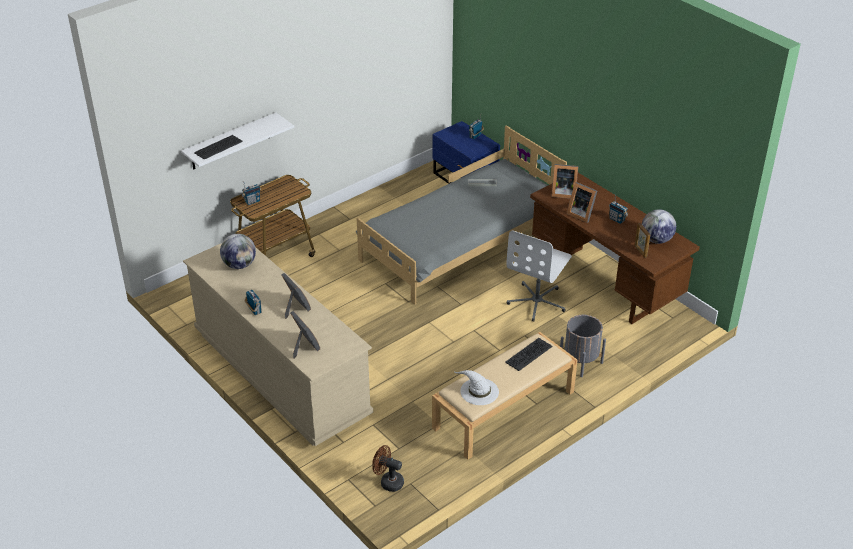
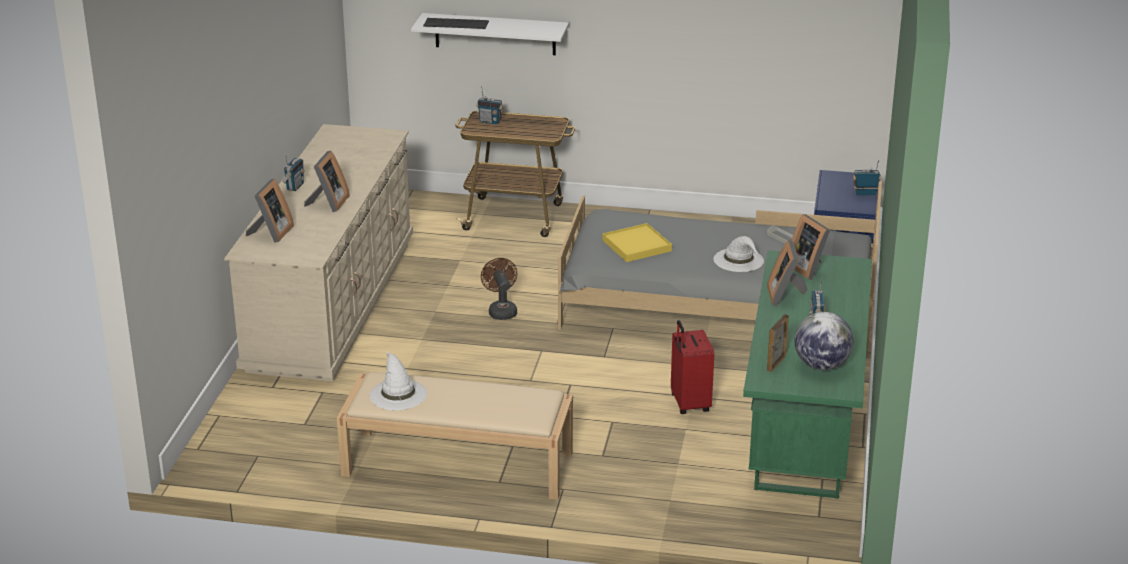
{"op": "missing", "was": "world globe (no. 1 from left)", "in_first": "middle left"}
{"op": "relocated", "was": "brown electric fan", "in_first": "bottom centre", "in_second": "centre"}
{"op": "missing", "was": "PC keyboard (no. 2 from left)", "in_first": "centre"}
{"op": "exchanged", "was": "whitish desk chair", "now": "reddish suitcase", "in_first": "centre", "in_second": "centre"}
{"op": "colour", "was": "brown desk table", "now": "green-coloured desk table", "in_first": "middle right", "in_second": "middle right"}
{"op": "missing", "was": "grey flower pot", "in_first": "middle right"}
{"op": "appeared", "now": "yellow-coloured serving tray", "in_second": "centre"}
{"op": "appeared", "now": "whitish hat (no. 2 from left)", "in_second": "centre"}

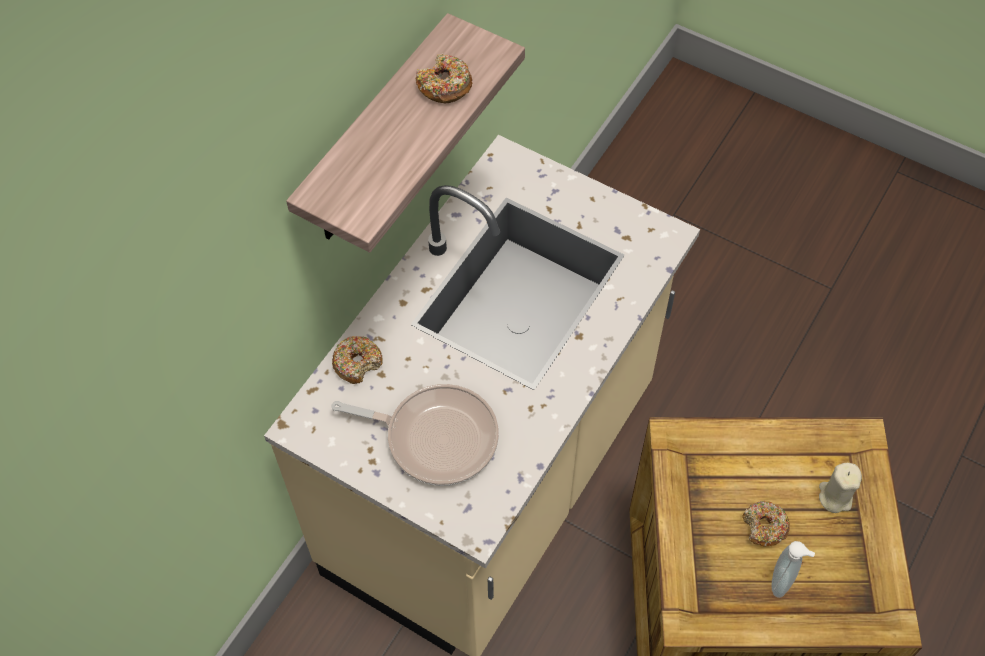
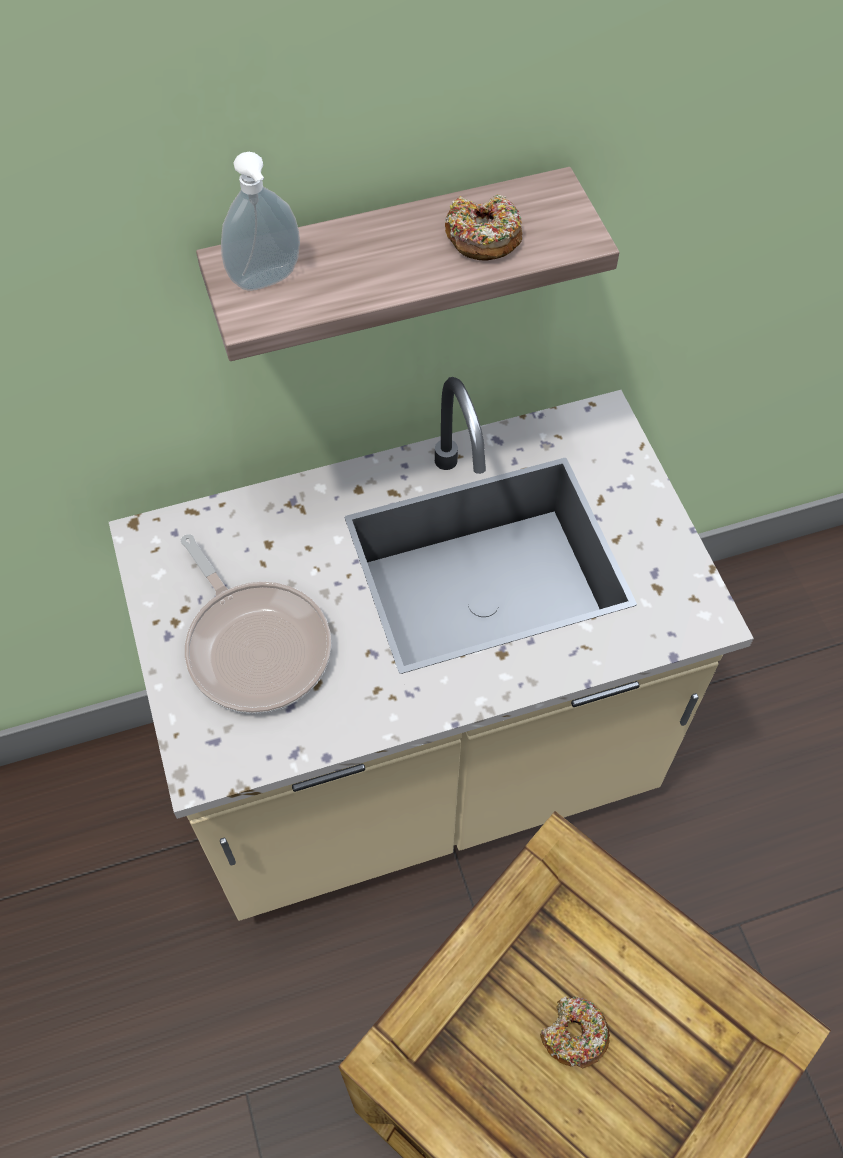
{"op": "missing", "was": "doughnut (no. 1 from left)", "in_first": "centre"}
{"op": "relocated", "was": "liquid soap bottle", "in_first": "bottom right", "in_second": "top left"}
{"op": "missing", "was": "beige candle", "in_first": "bottom right"}

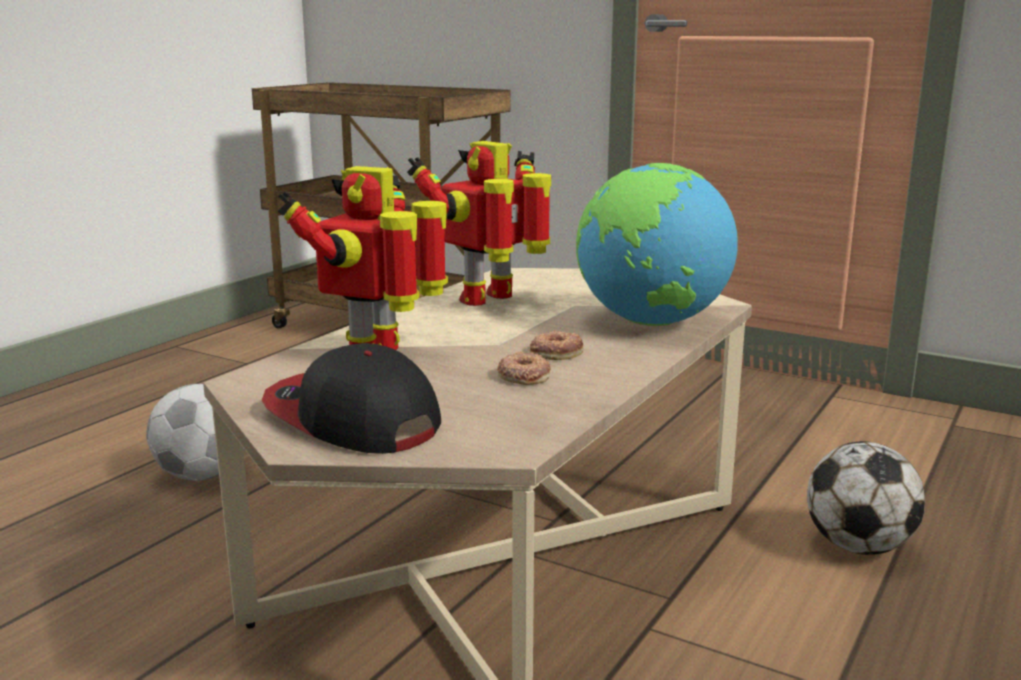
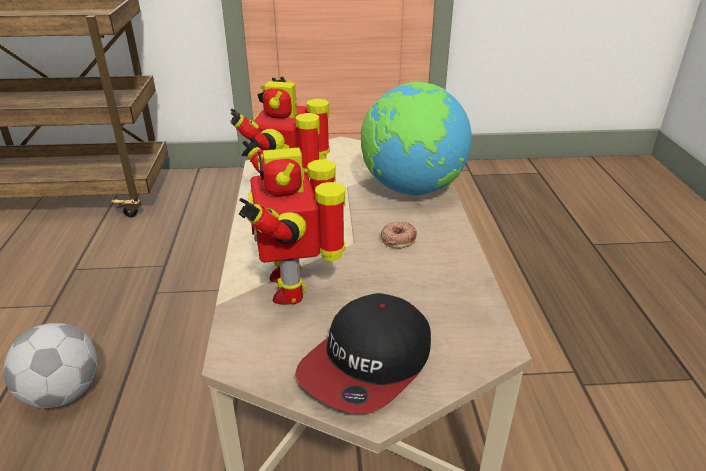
{"op": "spun", "was": "baseball cap", "in_first": "centre", "in_second": "bottom centre", "clockwise": -60}
{"op": "missing", "was": "doughnut (no. 1 from left)", "in_first": "centre"}
{"op": "missing", "was": "football (no. 2 from left)", "in_first": "bottom right"}

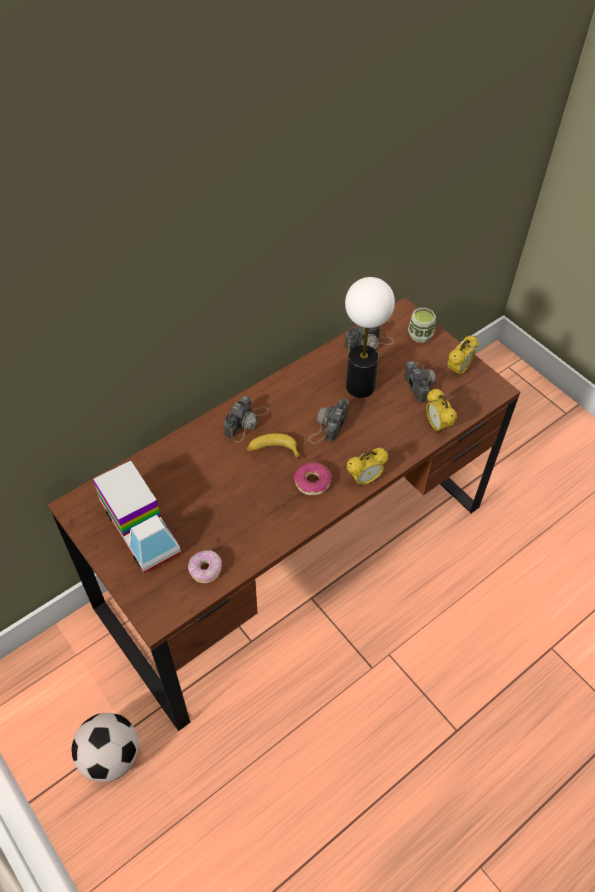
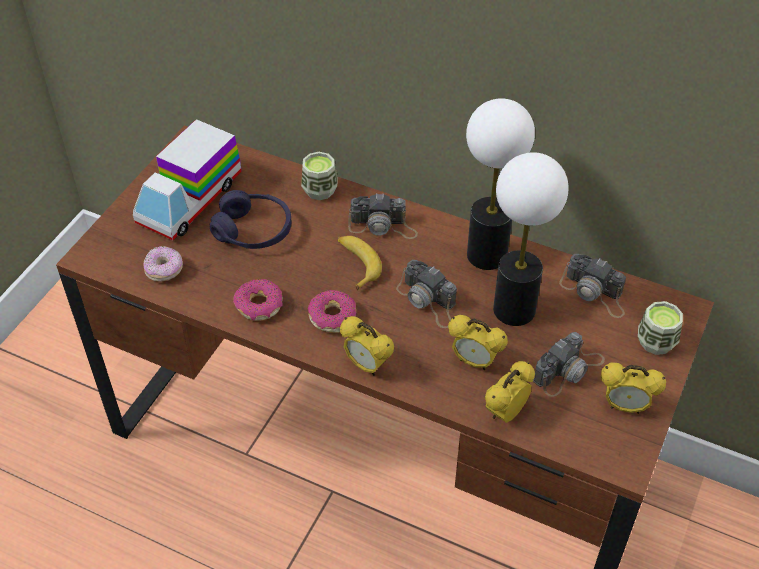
{"op": "missing", "was": "football", "in_first": "bottom left"}
{"op": "spun", "was": "photo camera (no. 2 from left)", "in_first": "centre", "in_second": "centre", "clockwise": -135}
{"op": "appeared", "now": "purple-coloured headphones", "in_second": "middle left"}
{"op": "appeared", "now": "doughnut (no. 2 from left)", "in_second": "centre"}
{"op": "appeared", "now": "cup (no. 1 from left)", "in_second": "top centre"}
{"op": "appeared", "now": "table clock (no. 2 from left)", "in_second": "centre"}
{"op": "appeared", "now": "lamp for a table (no. 1 from left)", "in_second": "top centre"}

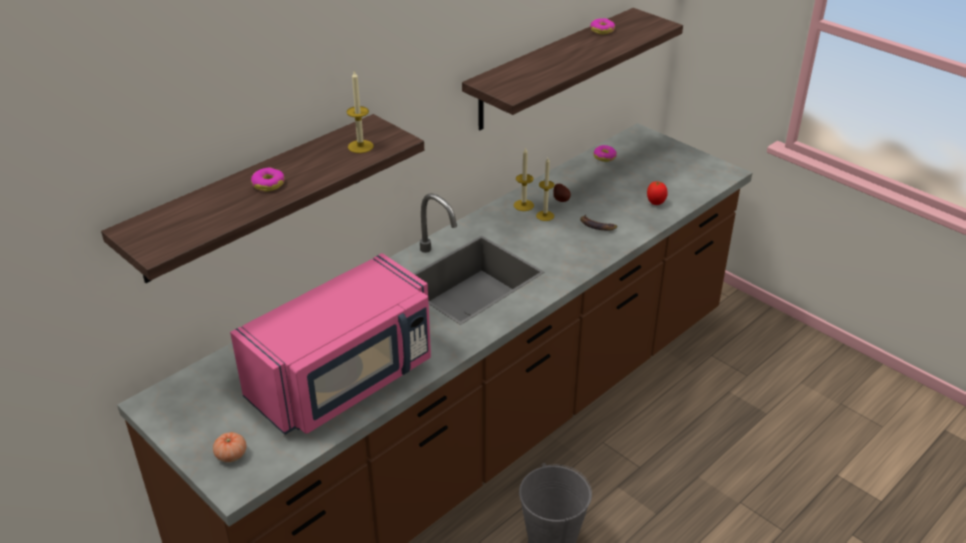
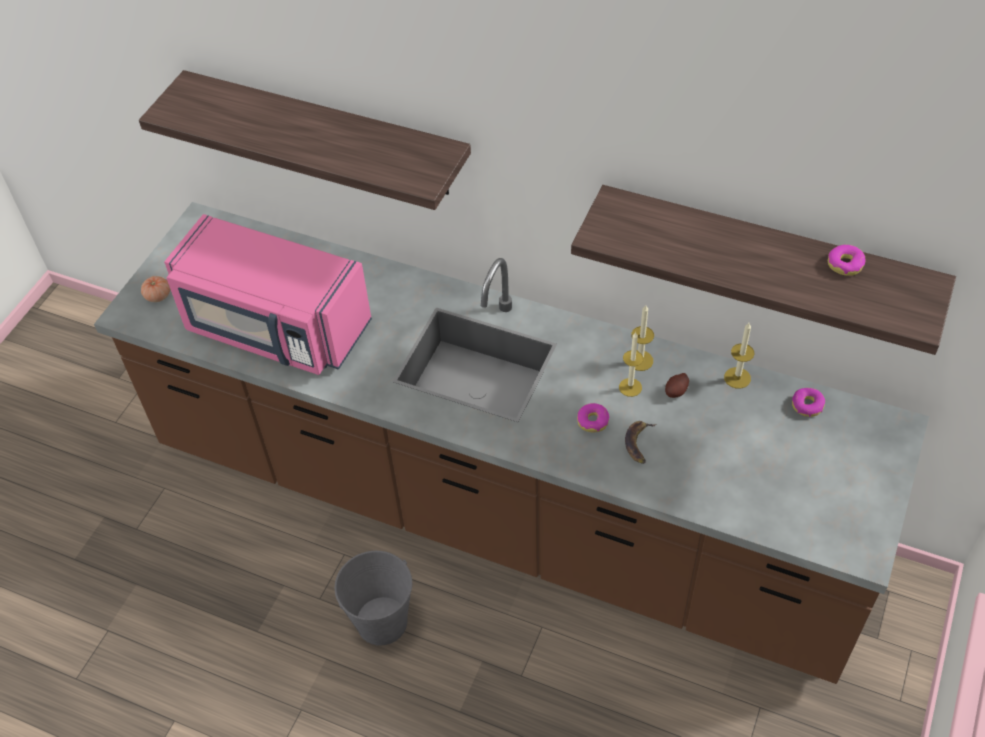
{"op": "relocated", "was": "doughnut (no. 1 from left)", "in_first": "top left", "in_second": "centre"}
{"op": "relocated", "was": "candle (no. 1 from left in the first image)", "now": "candle (no. 3 from left)", "in_first": "top centre", "in_second": "middle right"}
{"op": "missing", "was": "fresh tomato (no. 2 from left)", "in_first": "middle right"}

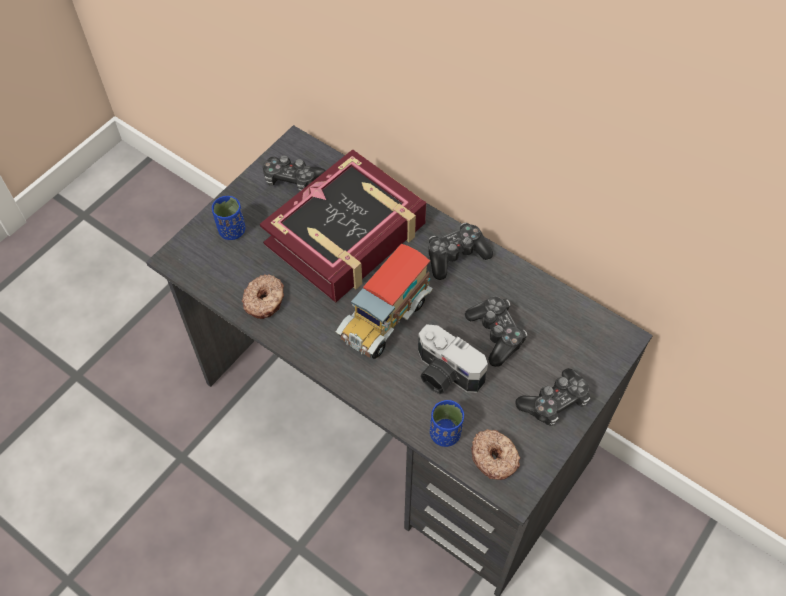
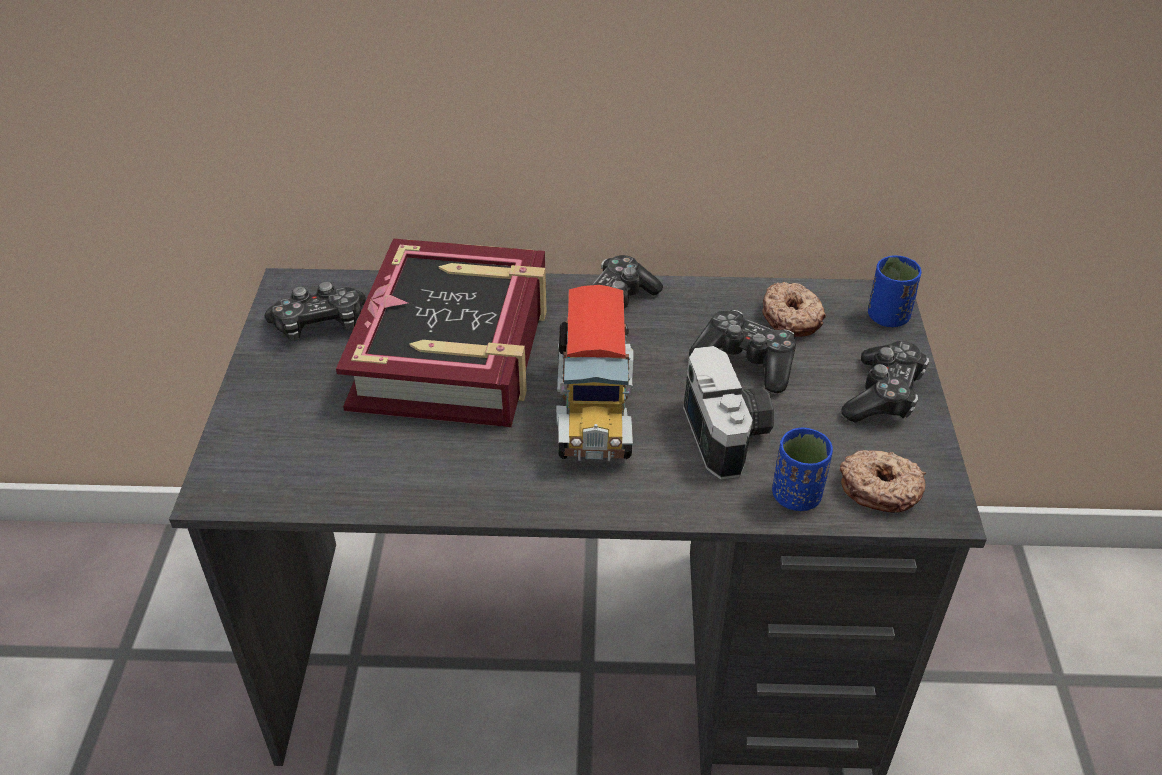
{"op": "relocated", "was": "blue-coloured cup (no. 1 from left in the first image)", "now": "blue-coloured cup (no. 2 from left)", "in_first": "middle left", "in_second": "middle right"}
{"op": "relocated", "was": "doughnut (no. 1 from left)", "in_first": "centre", "in_second": "middle right"}
{"op": "spun", "was": "photo camera", "in_first": "centre", "in_second": "centre", "clockwise": -105}

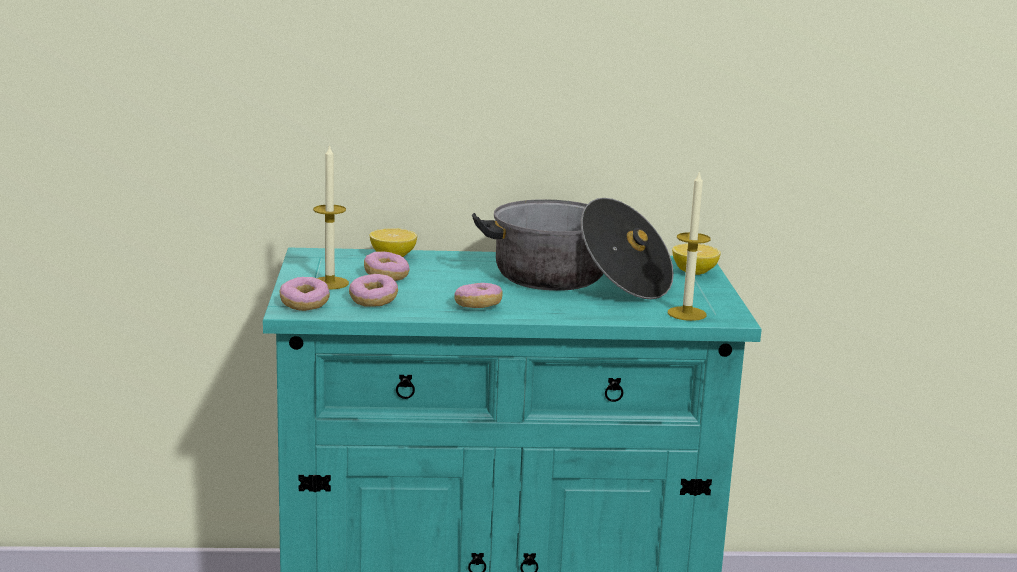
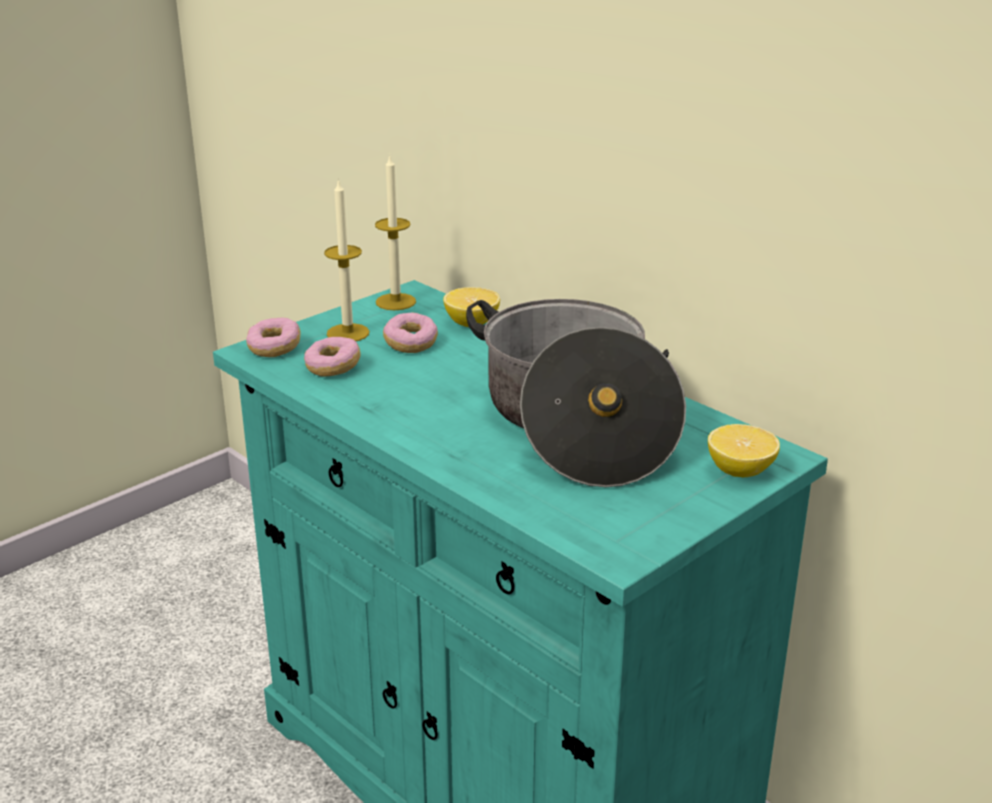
{"op": "missing", "was": "doughnut (no. 4 from left)", "in_first": "centre"}
{"op": "relocated", "was": "candle (no. 2 from left)", "in_first": "middle right", "in_second": "top centre"}

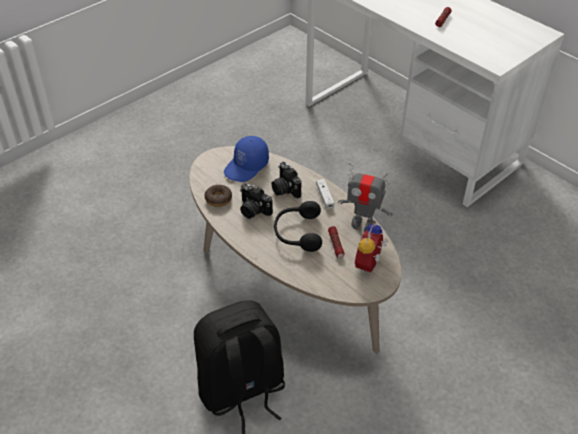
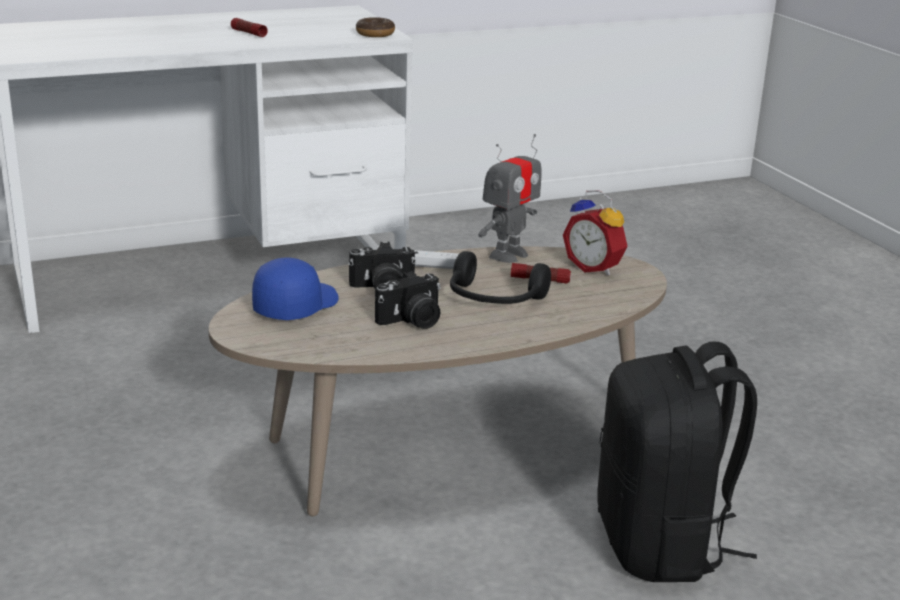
{"op": "relocated", "was": "doughnut", "in_first": "centre", "in_second": "top centre"}
{"op": "spun", "was": "blue-coloured baseball cap", "in_first": "centre", "in_second": "middle left", "clockwise": -120}

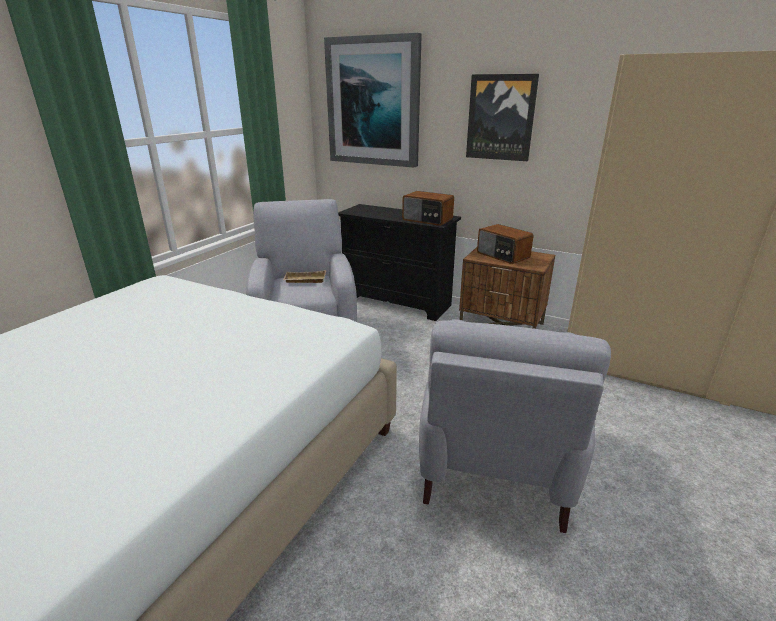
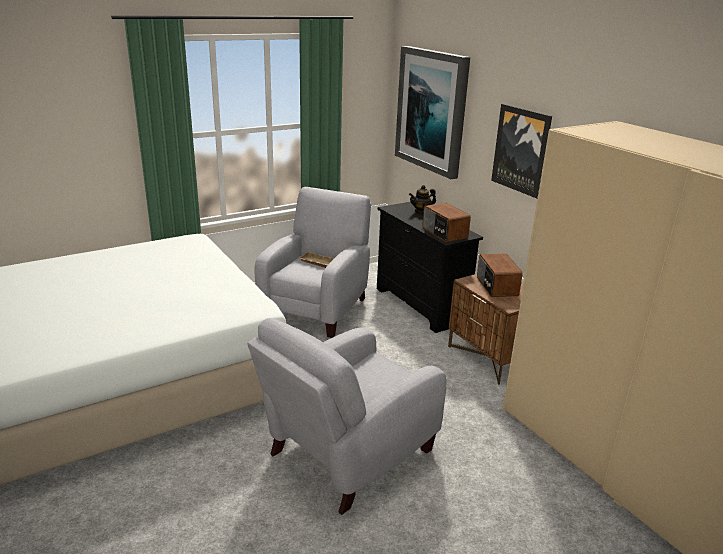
{"op": "appeared", "now": "tea pot", "in_second": "centre"}

